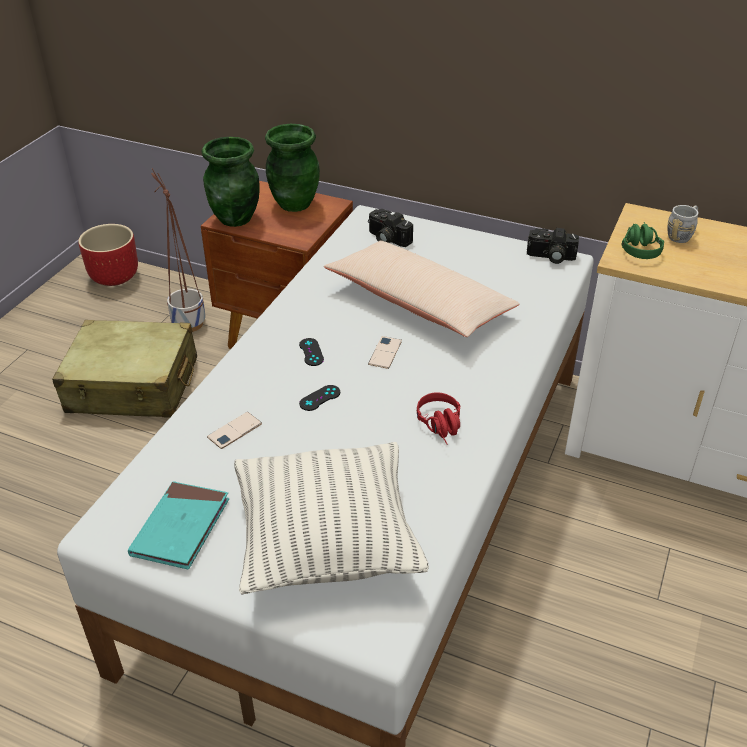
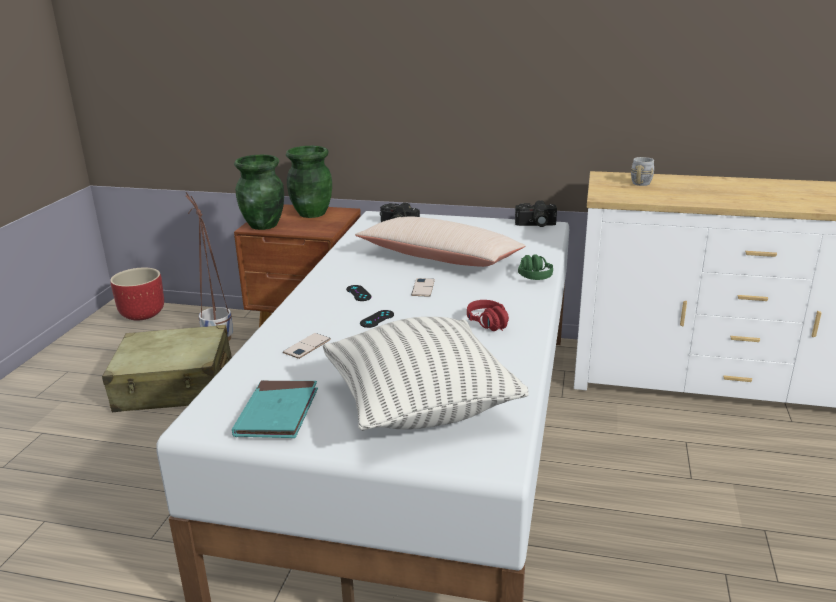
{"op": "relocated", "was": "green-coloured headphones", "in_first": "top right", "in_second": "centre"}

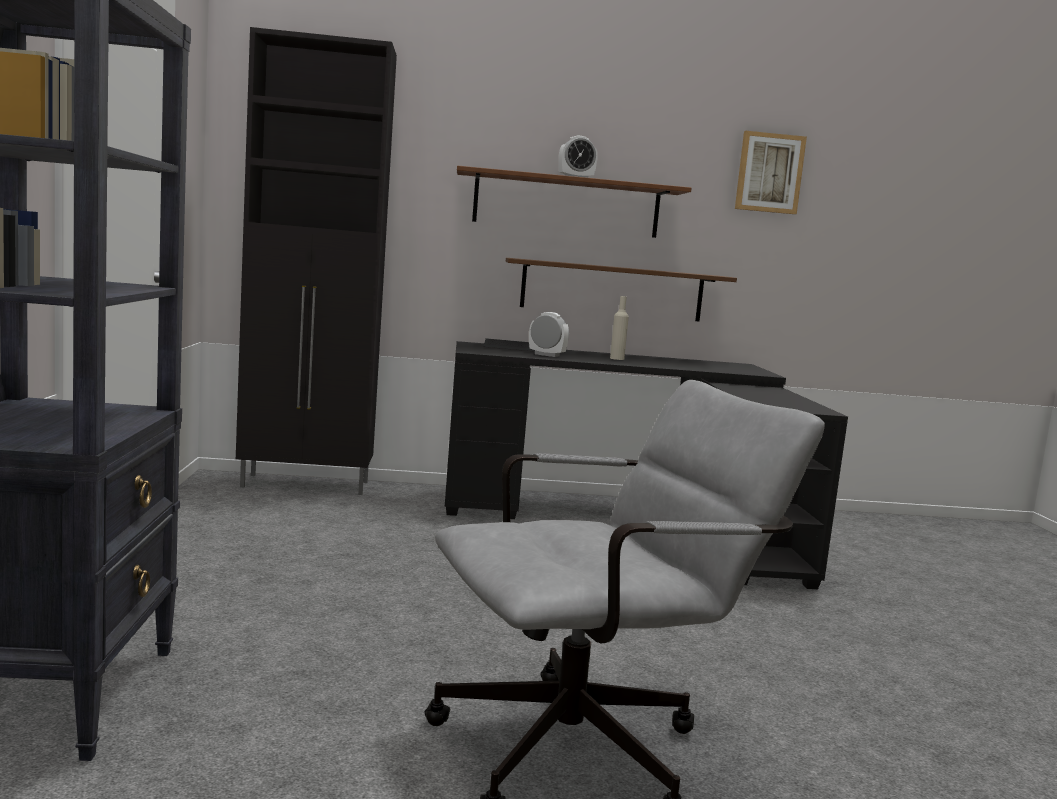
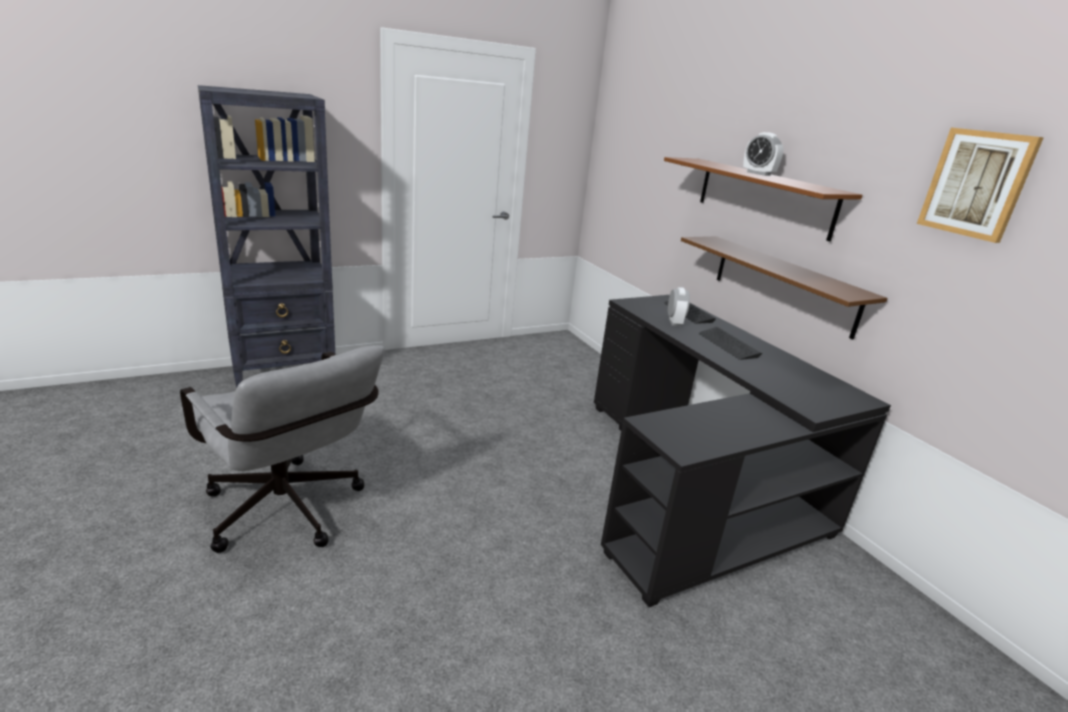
{"op": "missing", "was": "black cupboard", "in_first": "top left"}
{"op": "exchanged", "was": "beige beverage bottle", "now": "PC keyboard (no. 2 from left)", "in_first": "centre", "in_second": "middle right"}

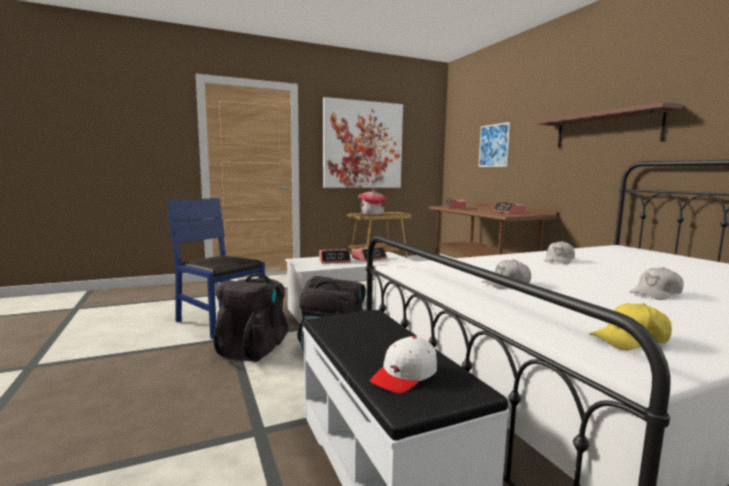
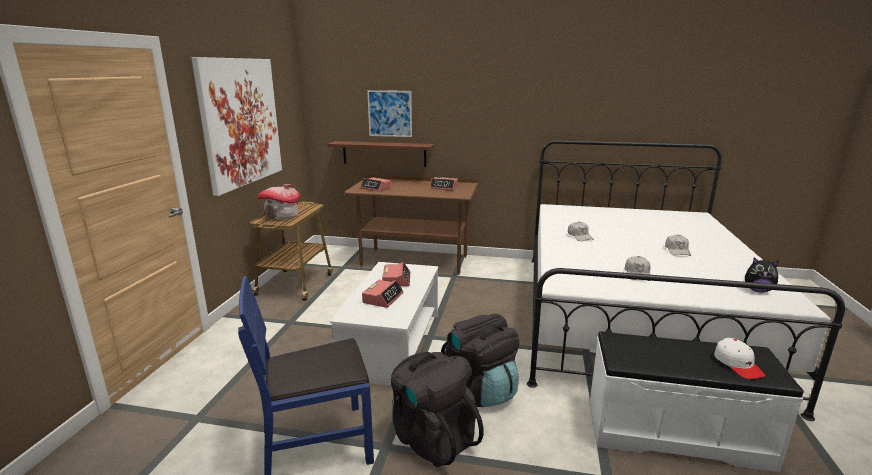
{"op": "relocated", "was": "brown shelf", "in_first": "top right", "in_second": "top centre"}
{"op": "exchanged", "was": "yellow-coloured baseball cap", "now": "cuddly toy", "in_first": "bottom right", "in_second": "middle right"}

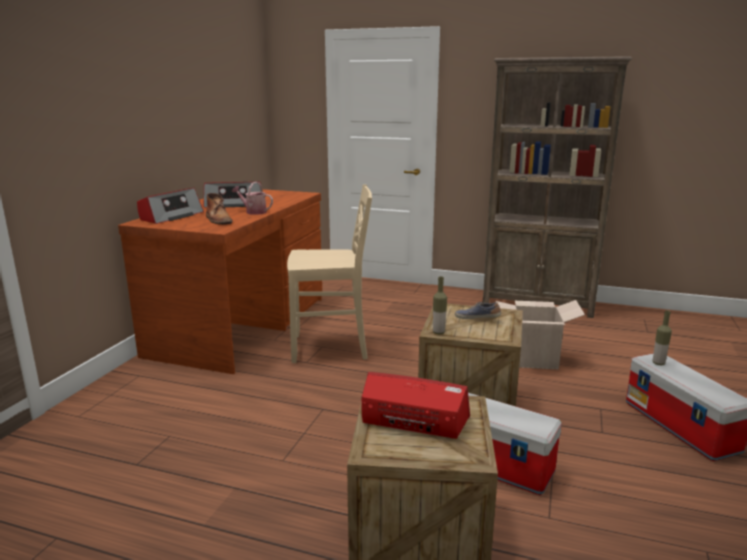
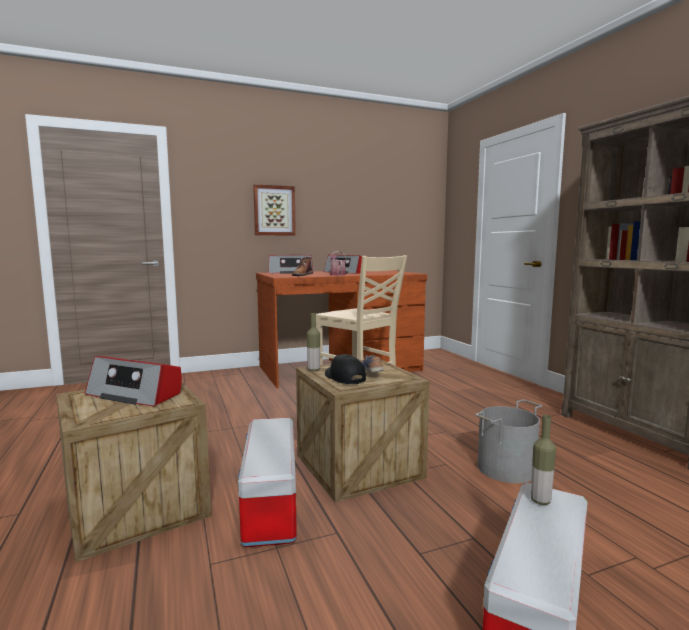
{"op": "spun", "was": "radio receiver (no. 3 from left in the first image)", "in_first": "bottom centre", "in_second": "middle left", "clockwise": 135}
{"op": "exchanged", "was": "cardboard box", "now": "grey bucket", "in_first": "middle right", "in_second": "bottom right"}
{"op": "appeared", "now": "picture", "in_second": "centre"}
{"op": "appeared", "now": "black baseball cap", "in_second": "centre"}

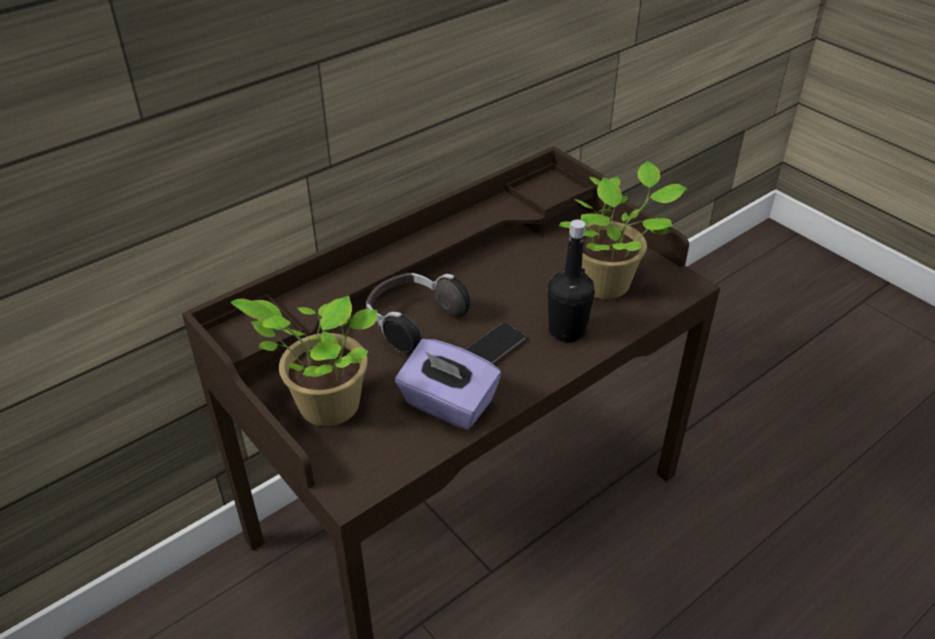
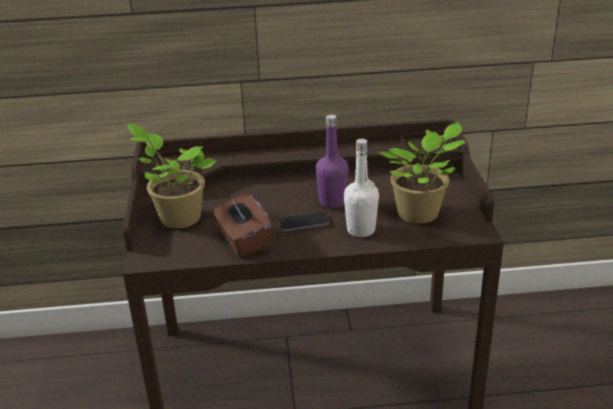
{"op": "missing", "was": "headphones", "in_first": "centre"}
{"op": "colour", "was": "purple-coloured tissue holder", "now": "brown tissue holder", "in_first": "centre", "in_second": "centre"}
{"op": "colour", "was": "black beverage bottle", "now": "whitish beverage bottle", "in_first": "centre", "in_second": "centre"}
{"op": "appeared", "now": "purple-coloured beverage bottle", "in_second": "centre"}

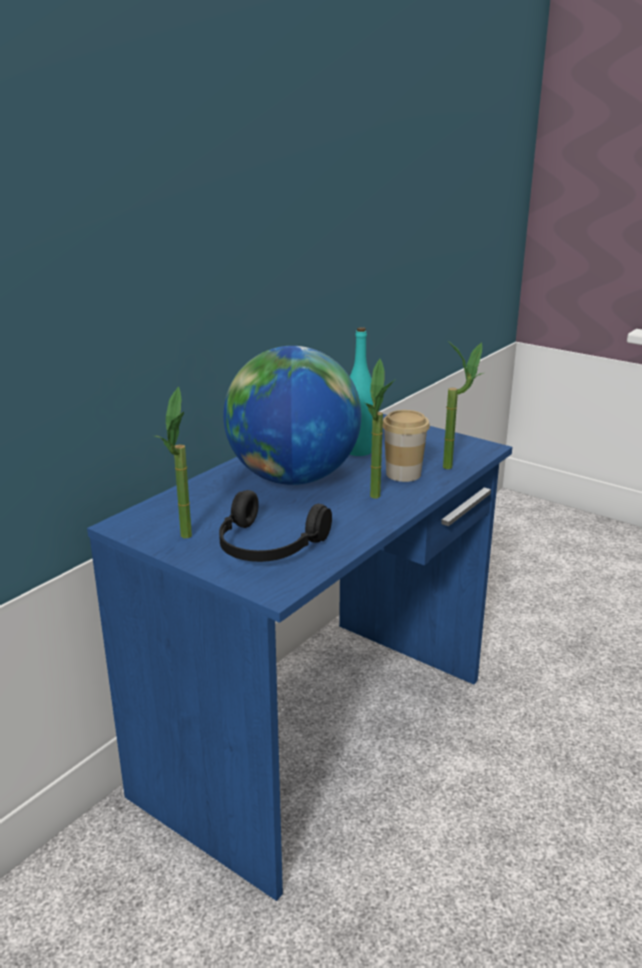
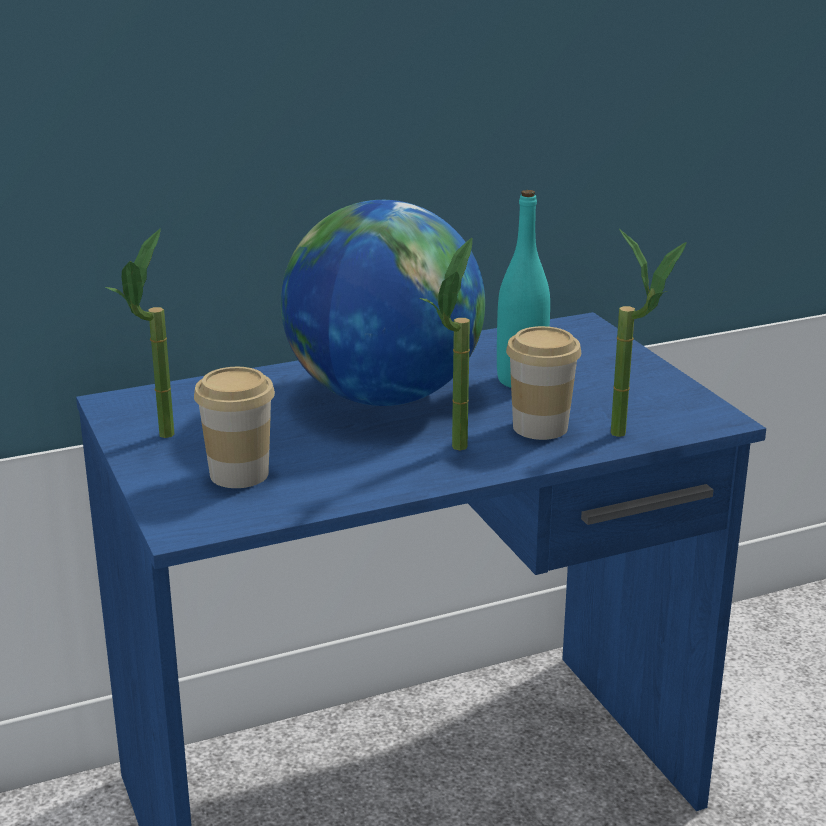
{"op": "exchanged", "was": "black headphones", "now": "cup (no. 1 from left)", "in_first": "centre", "in_second": "middle left"}

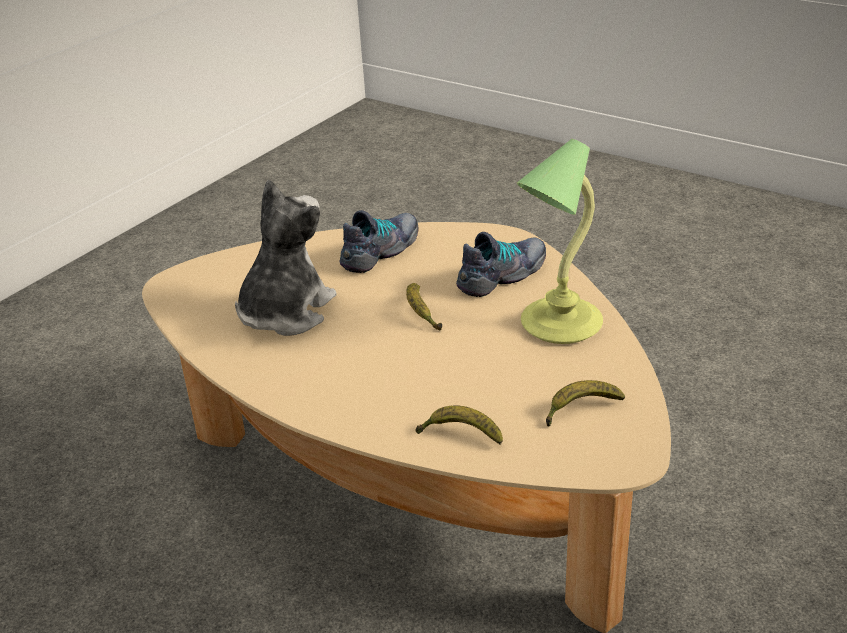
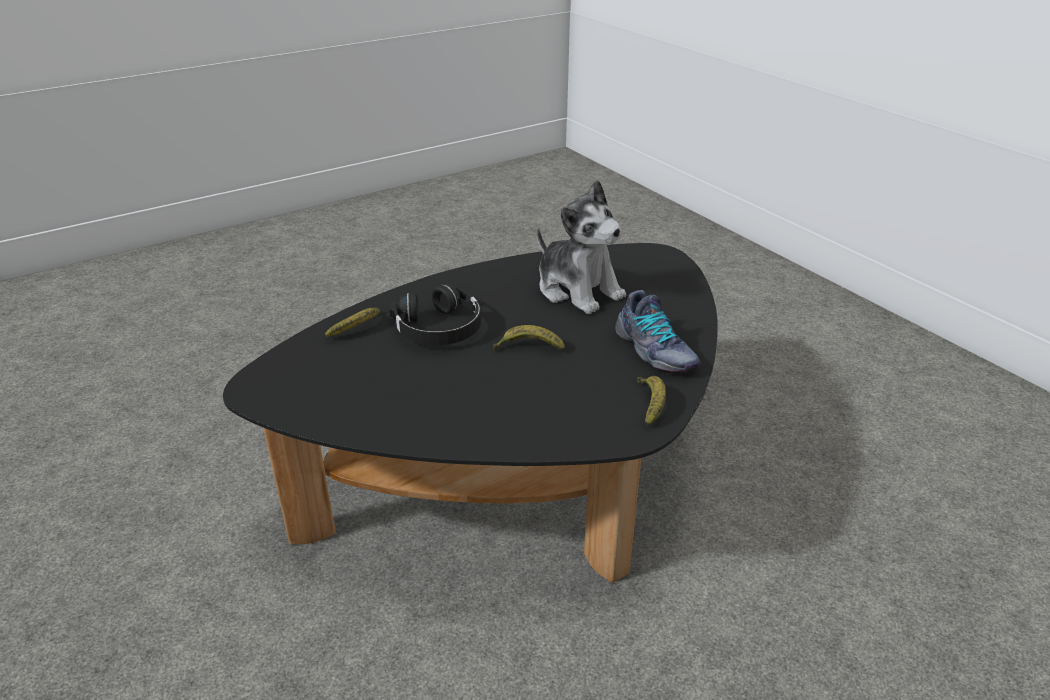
{"op": "colour", "was": "beige lounge table", "now": "black lounge table", "in_first": "bottom centre", "in_second": "centre"}
{"op": "missing", "was": "item of footwear (no. 2 from left)", "in_first": "centre"}
{"op": "missing", "was": "lamp for a table", "in_first": "centre"}
{"op": "relocated", "was": "banana (no. 3 from left)", "in_first": "middle right", "in_second": "centre"}
{"op": "appeared", "now": "black headphones", "in_second": "centre"}

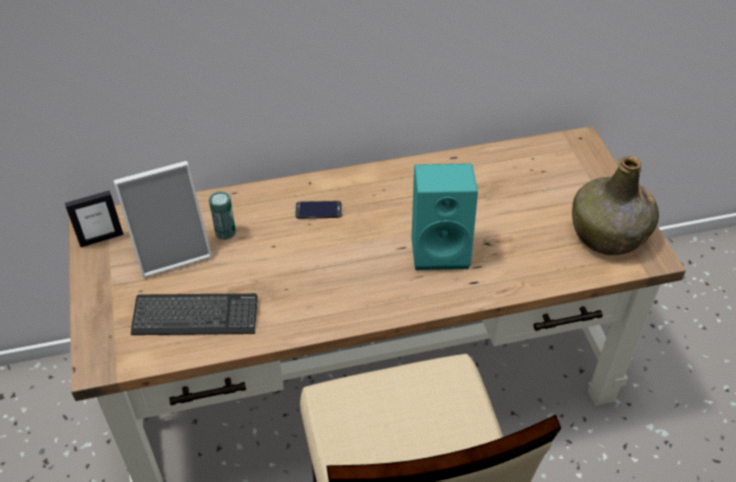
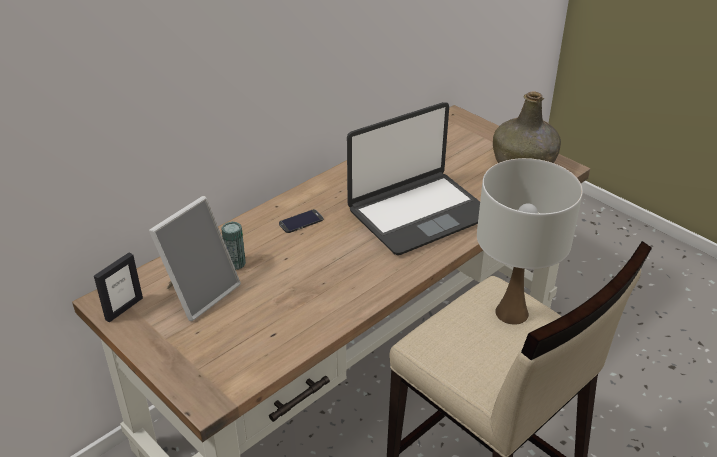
{"op": "missing", "was": "PC keyboard", "in_first": "middle left"}
{"op": "exchanged", "was": "turquoise-coloured audio speaker", "now": "portable computer", "in_first": "centre", "in_second": "centre"}
{"op": "appeared", "now": "whitish lamp for a table", "in_second": "middle right"}

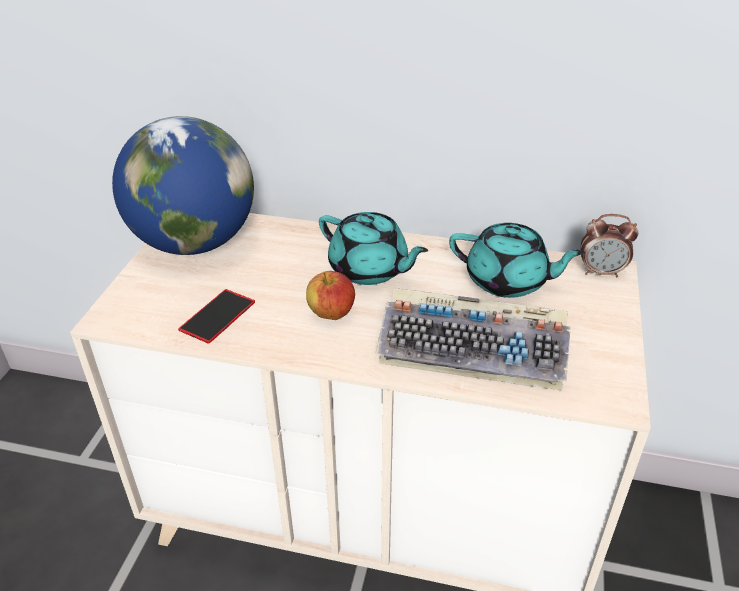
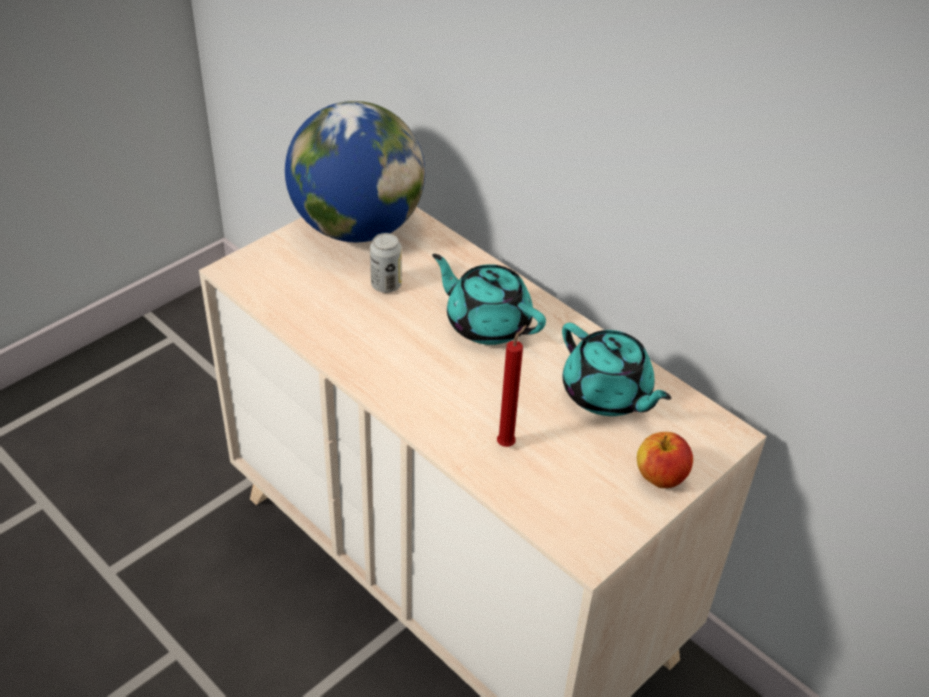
{"op": "missing", "was": "handset", "in_first": "middle left"}
{"op": "relocated", "was": "whole apple", "in_first": "centre", "in_second": "middle right"}
{"op": "spun", "was": "turquoise-coloured tea pot (no. 1 from left)", "in_first": "centre", "in_second": "centre", "clockwise": 150}
{"op": "exchanged", "was": "PC keyboard", "now": "reddish candle", "in_first": "centre", "in_second": "centre"}
{"op": "missing", "was": "table clock", "in_first": "middle right"}
{"op": "appeared", "now": "sealed can", "in_second": "centre"}

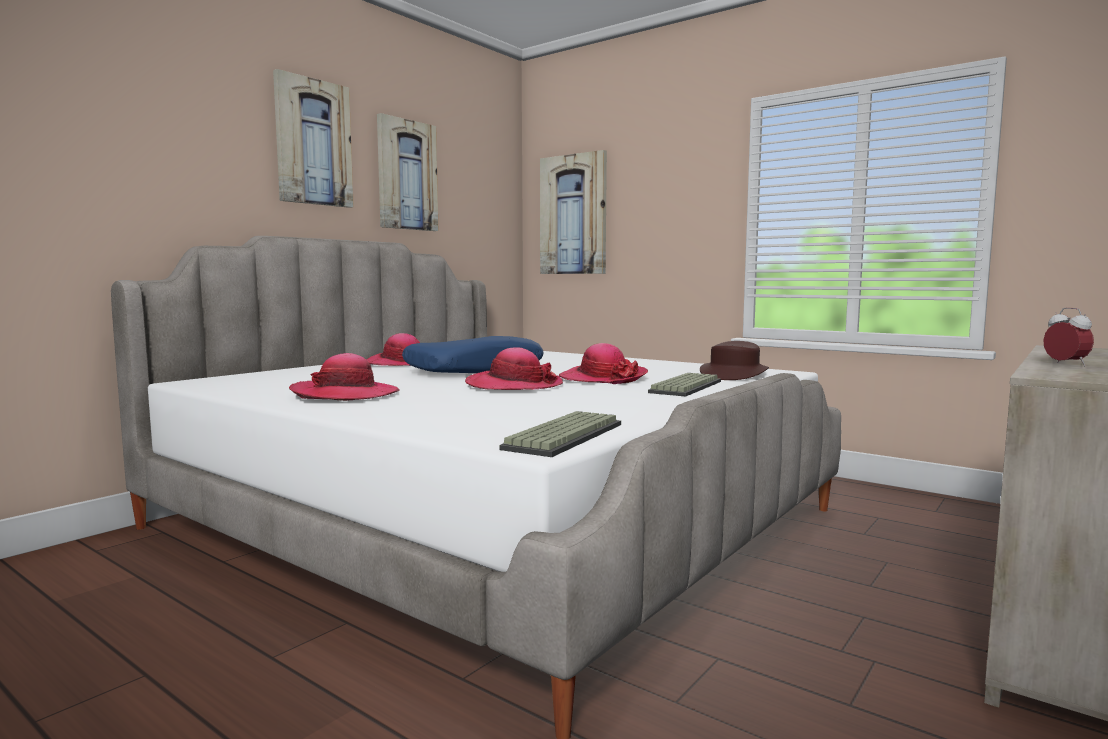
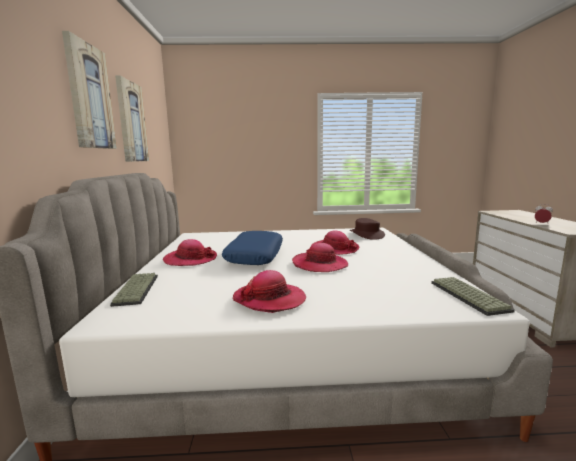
{"op": "missing", "was": "picture (no. 3 from left)", "in_first": "top centre"}
{"op": "relocated", "was": "PC keyboard (no. 2 from left in the first image)", "now": "PC keyboard (no. 1 from left)", "in_first": "centre", "in_second": "middle left"}

